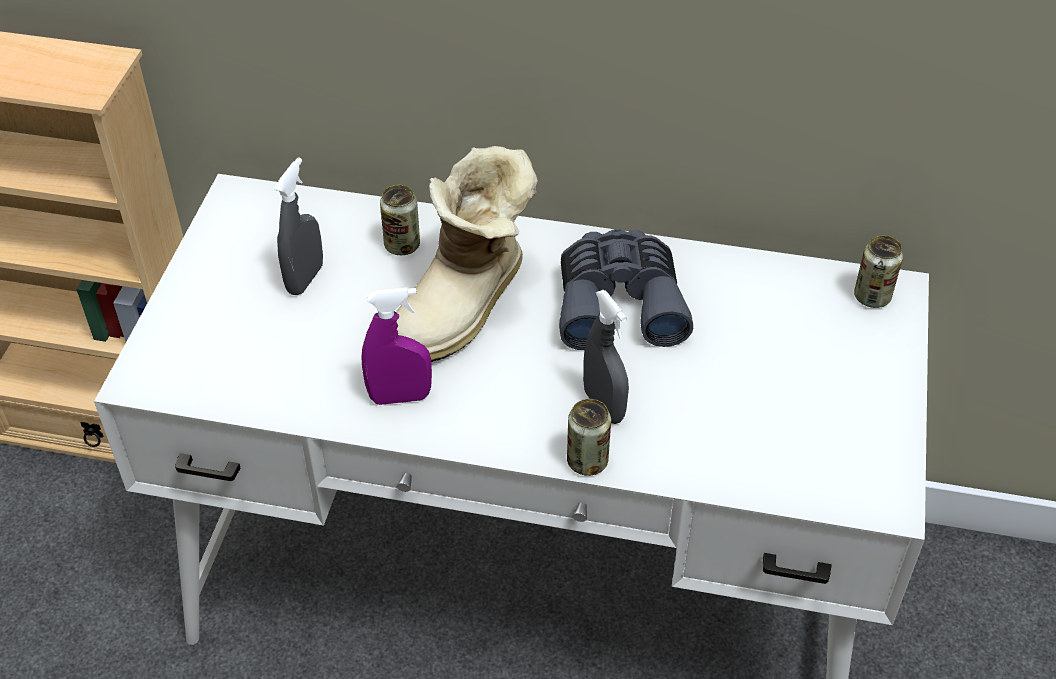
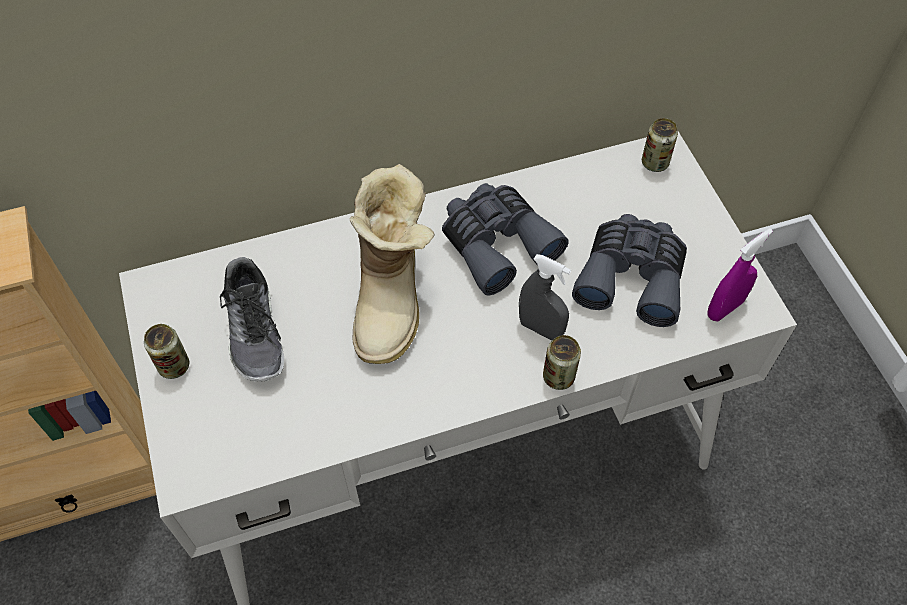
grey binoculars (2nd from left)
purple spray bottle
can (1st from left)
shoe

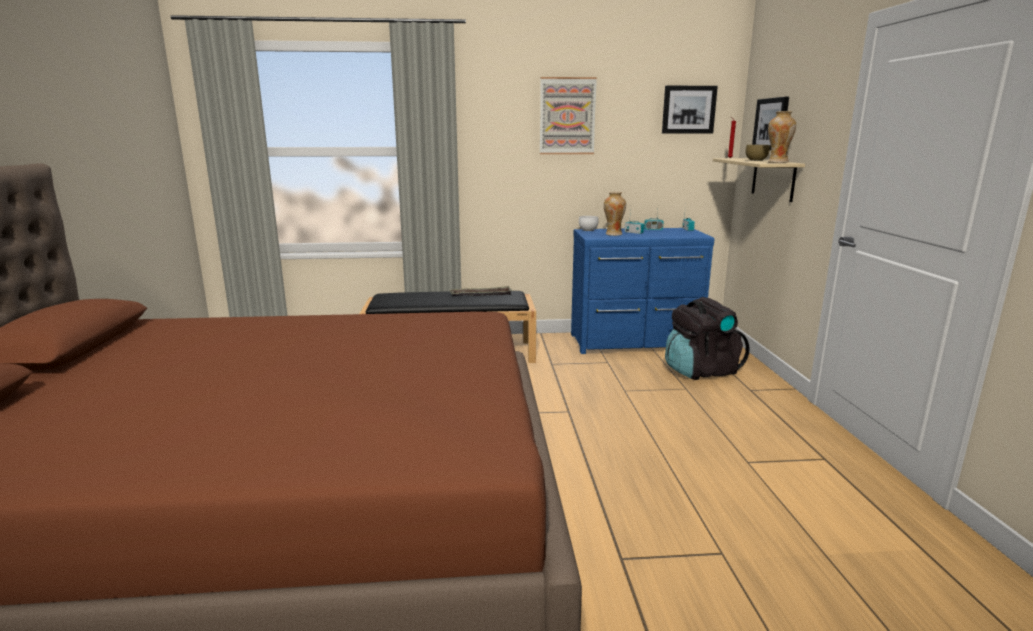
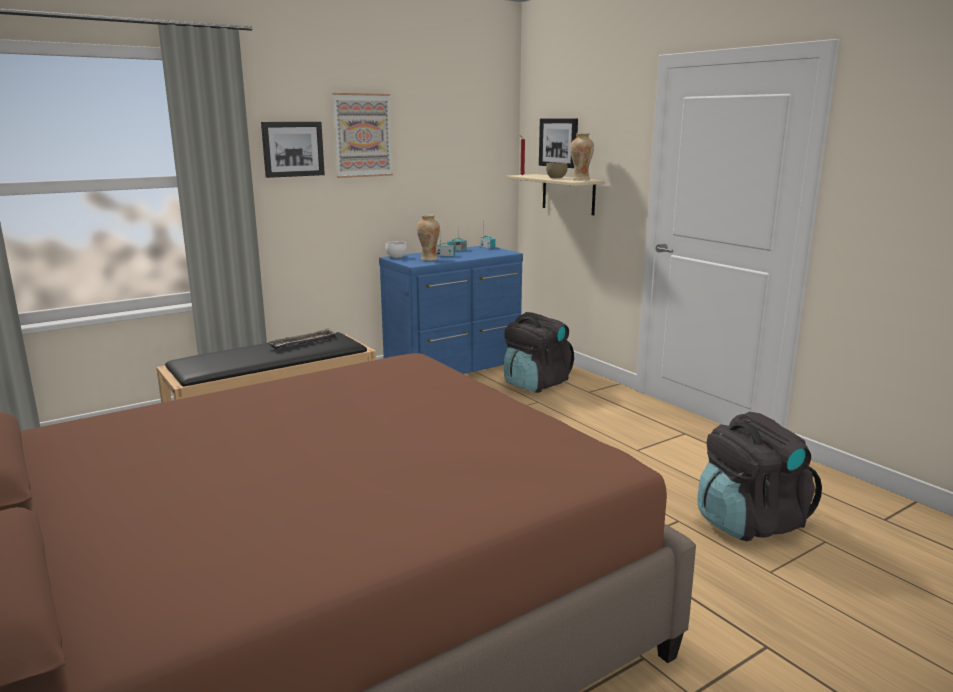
black backpack (2nd from left)
picture (1st from left)

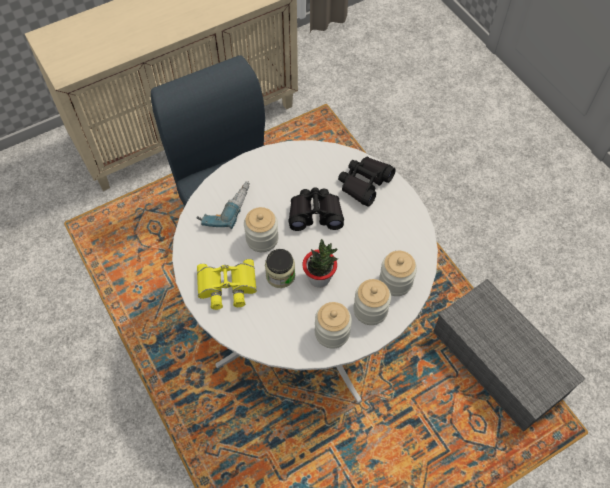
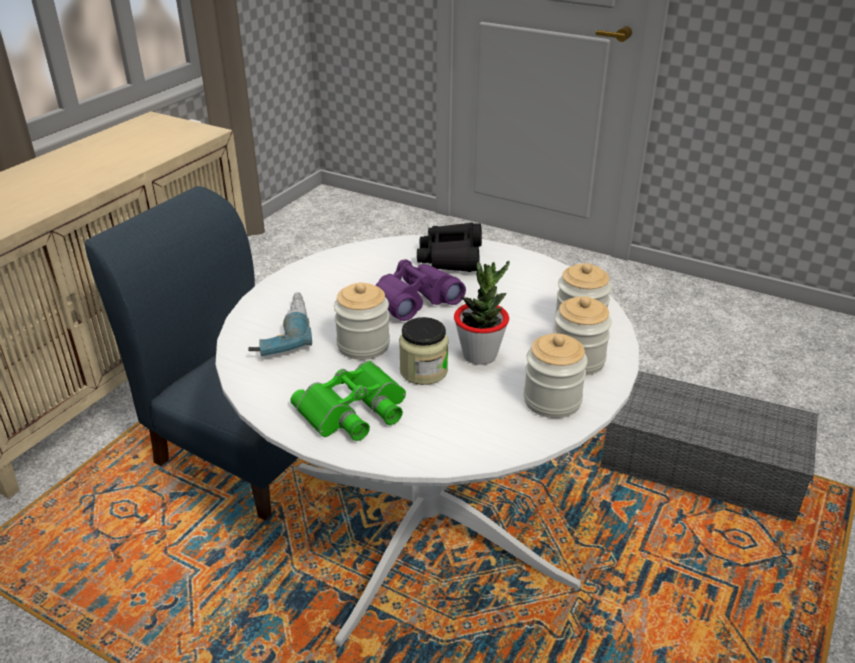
green binoculars
purple binoculars

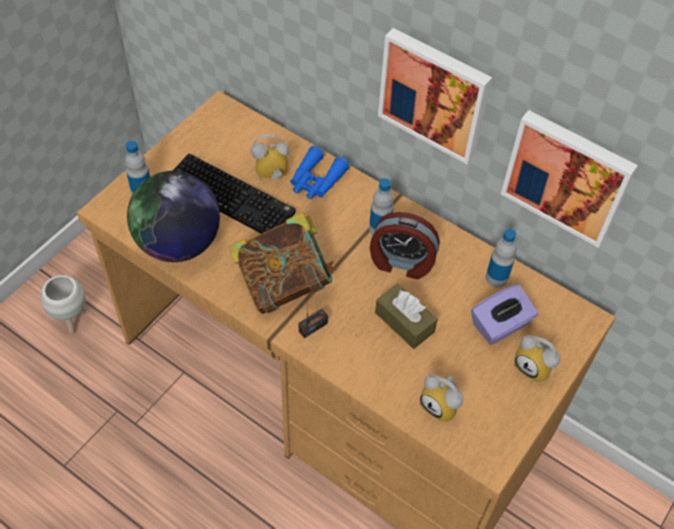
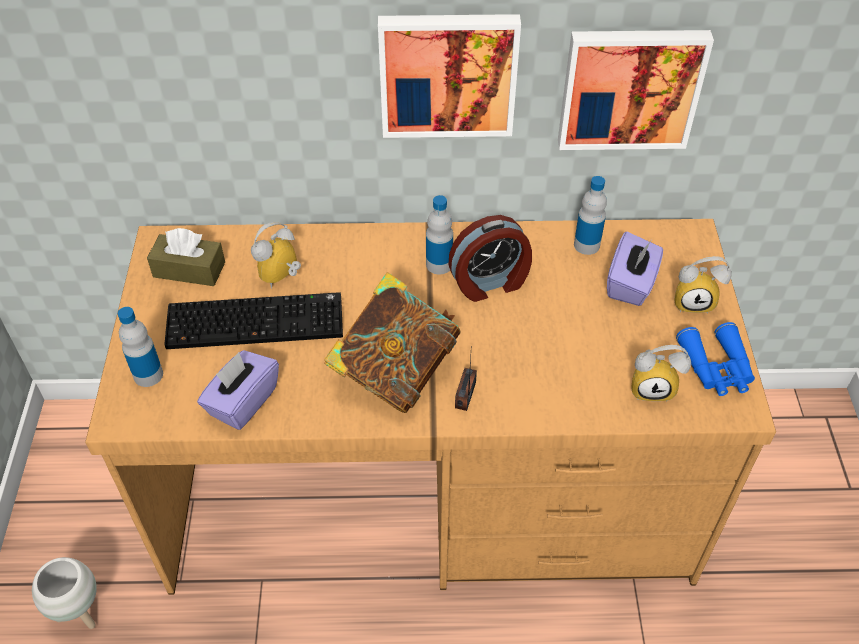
blue binoculars
brown tissue box
purple tissue box (1st from left)

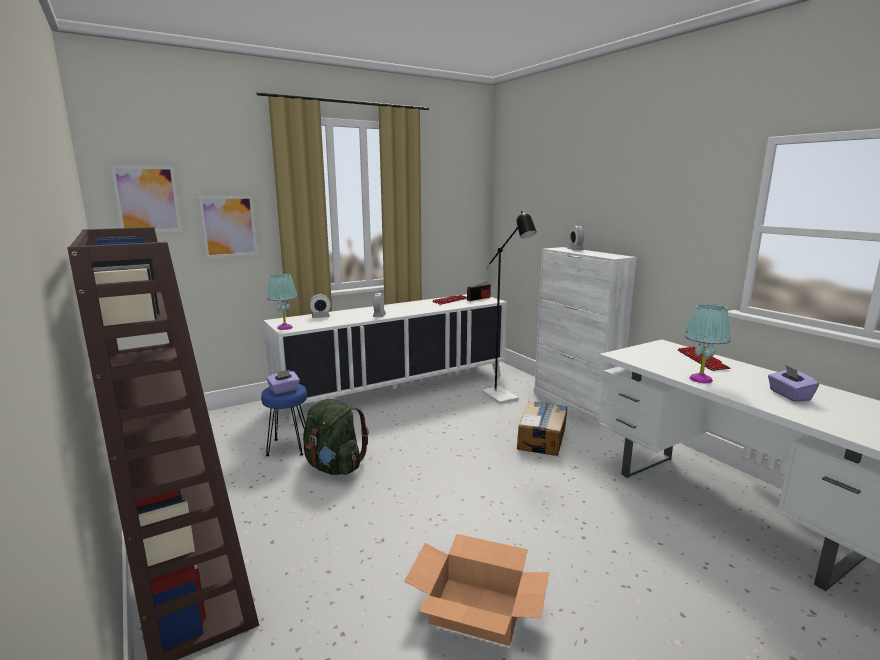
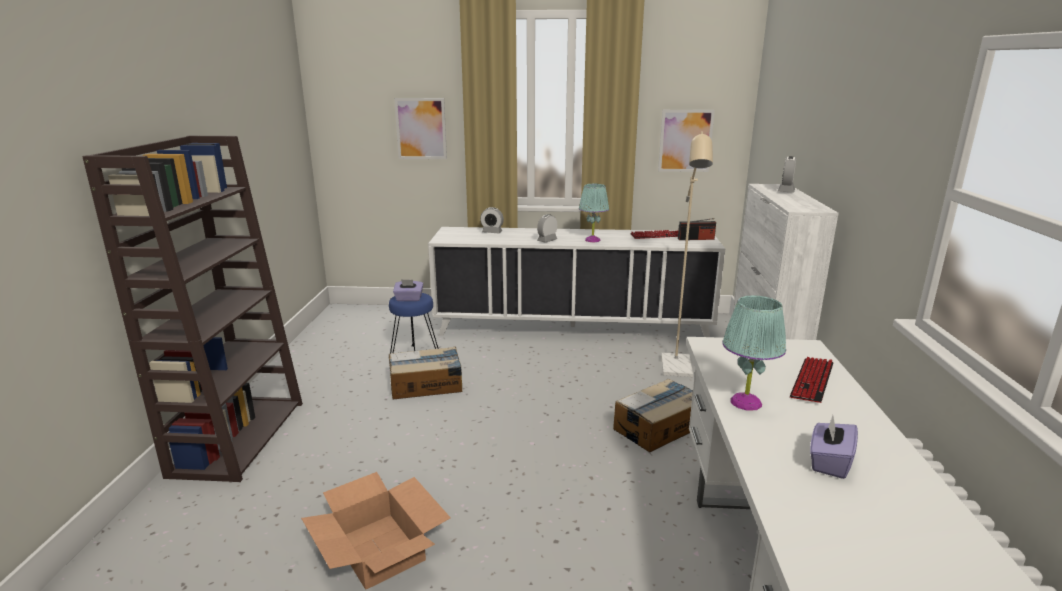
picture (2nd from left)
turquoise table lamp (1st from left)
cardboard box (2nd from left)
beige floor lamp

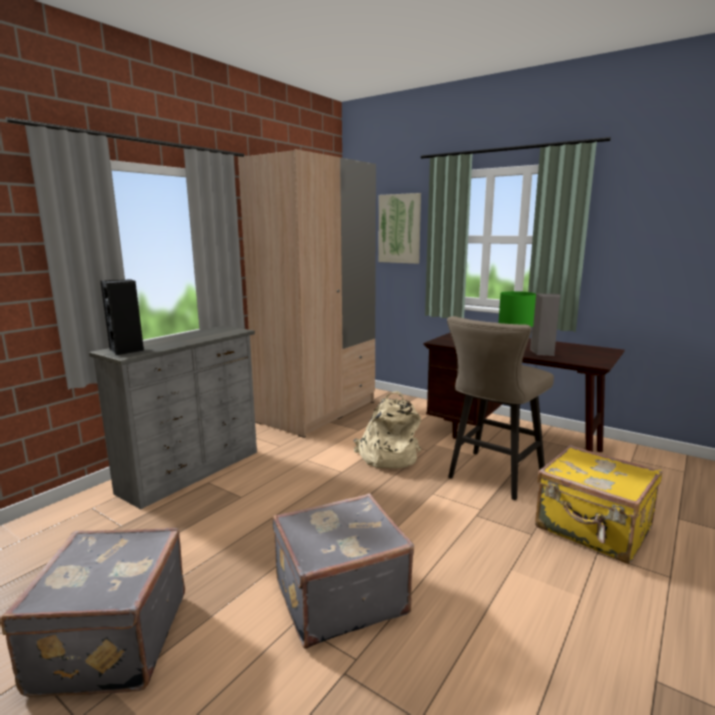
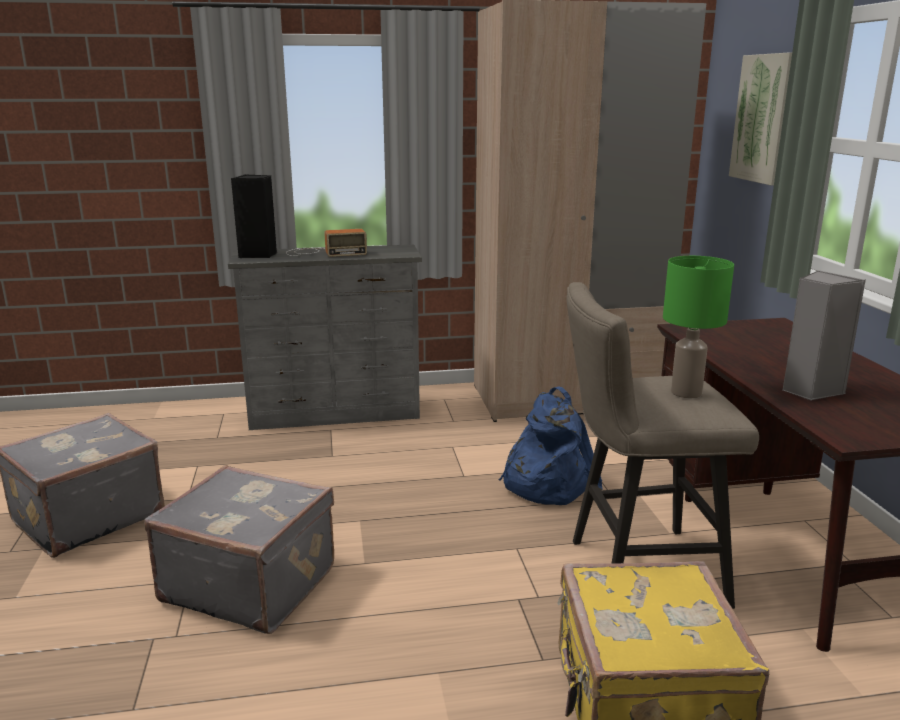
radio
blue backpack

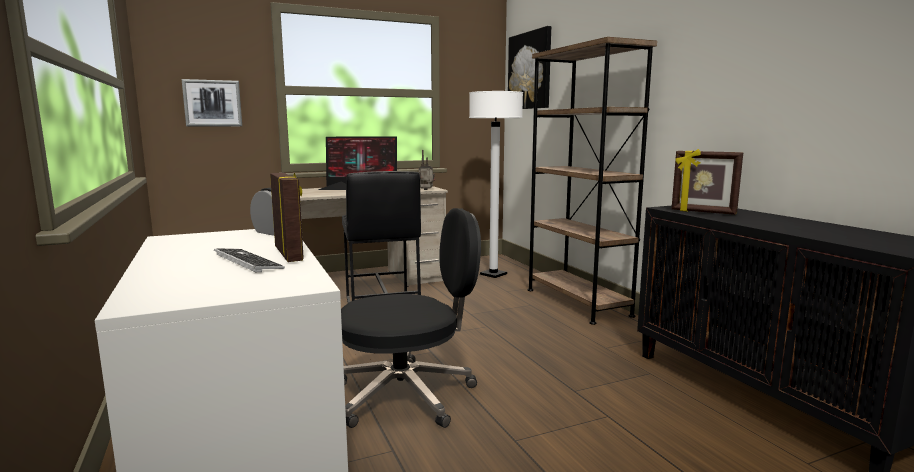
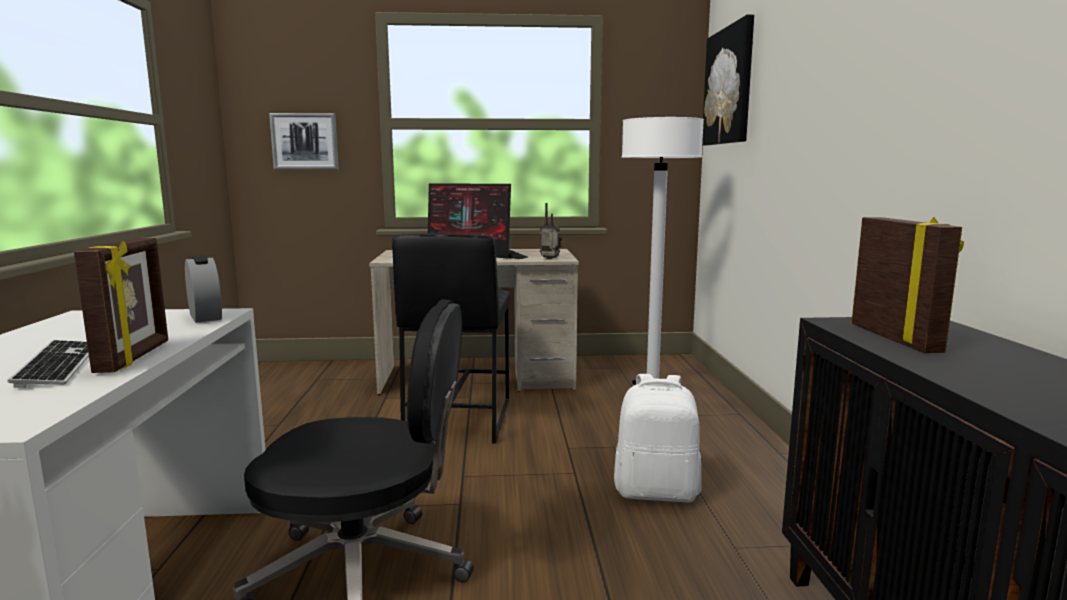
brown bookcase
white backpack
picture frame (2nd from left)

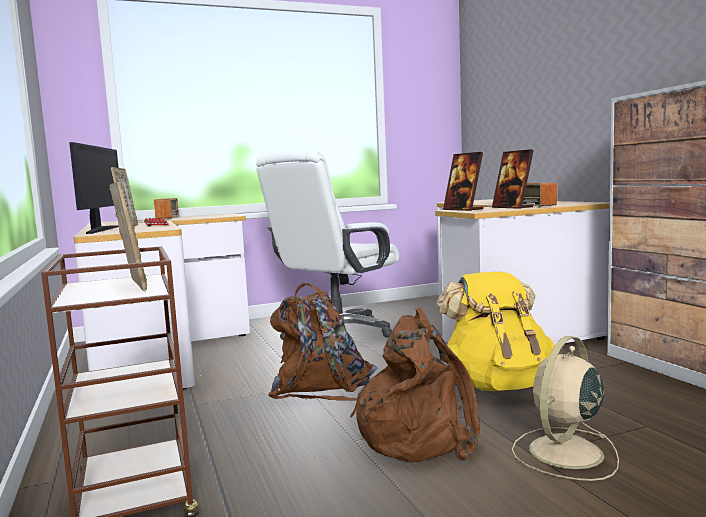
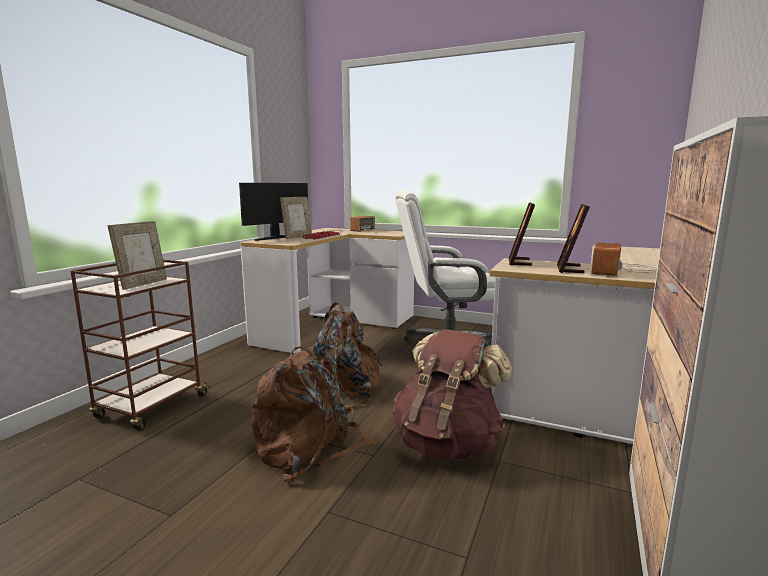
beige fan
brown backpack (3rd from left)

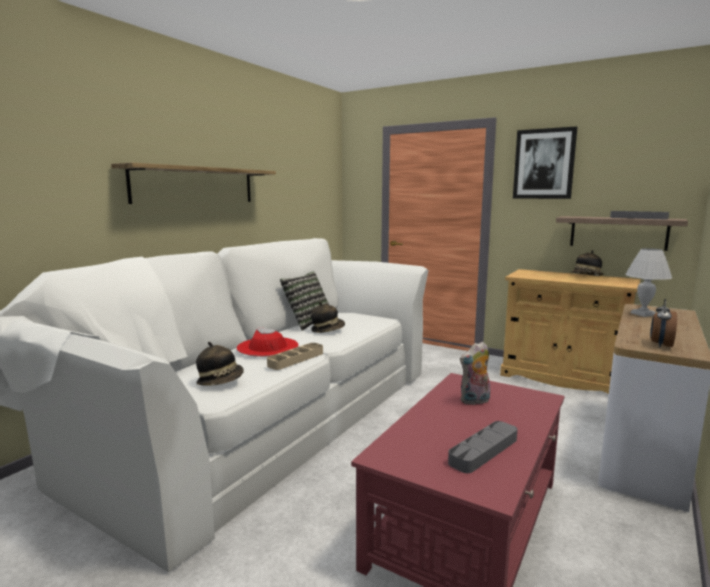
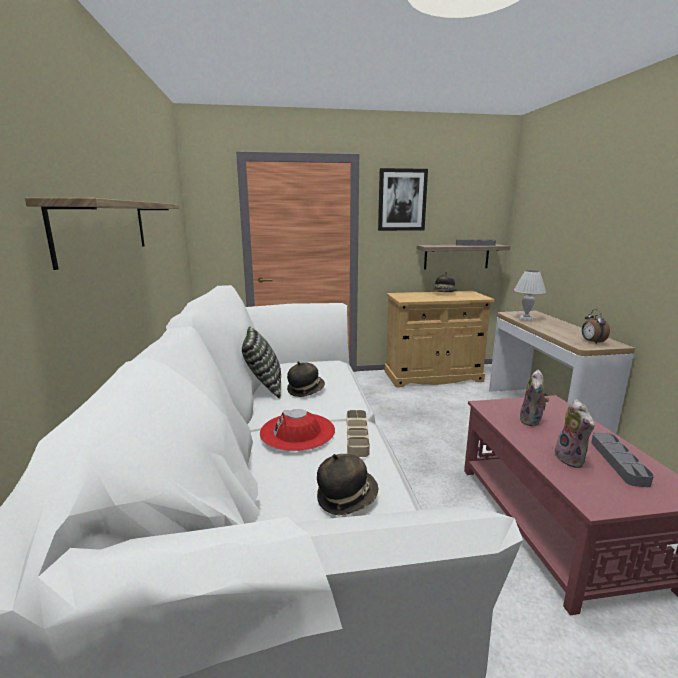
plush toy (2nd from left)

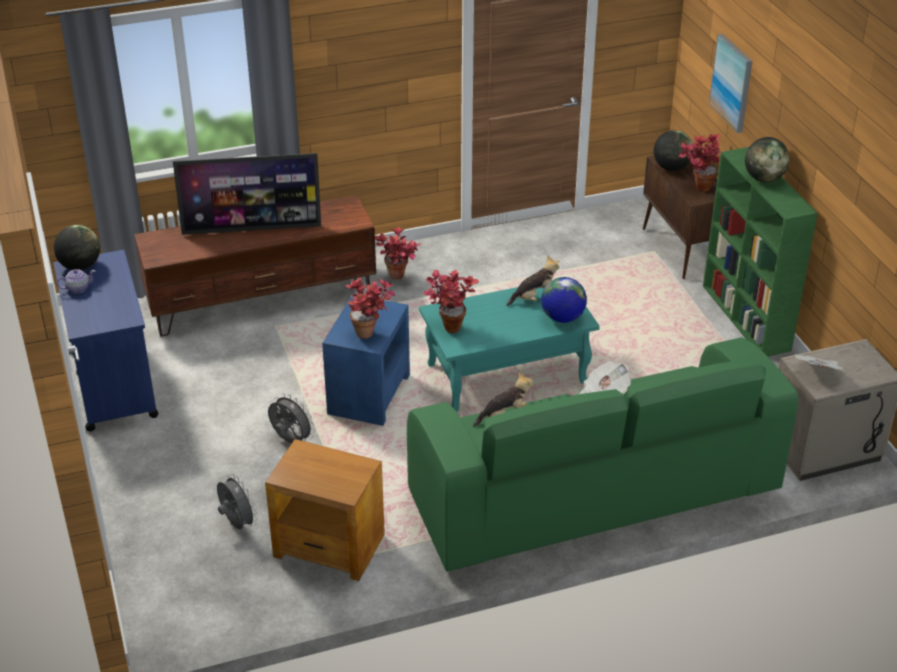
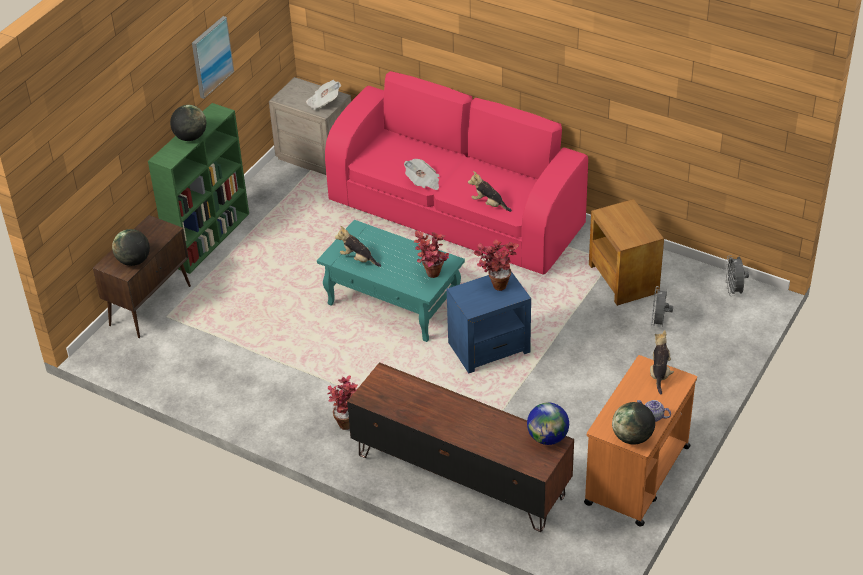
television
potted plant (4th from left in the first image)
plush toy (3rd from left)
grey fan (2nd from left)
globe (3rd from left)
picture
orange cart
pink sofa

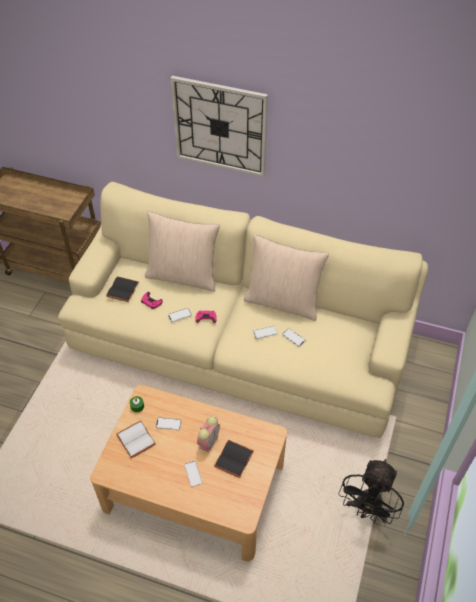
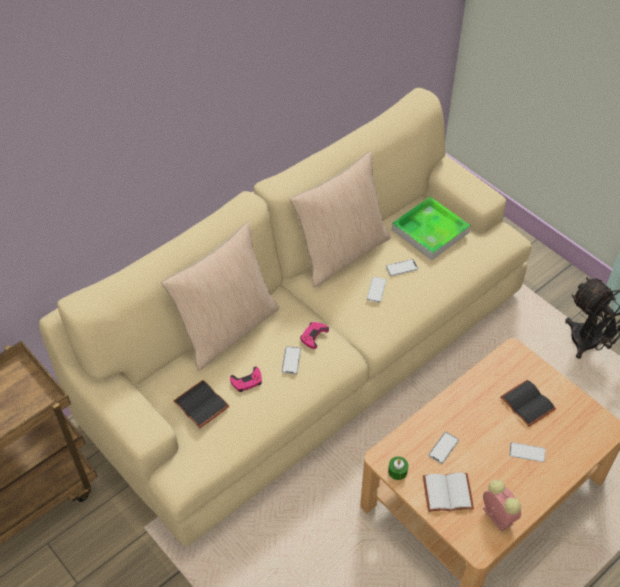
wall clock
tray
alarm clock

